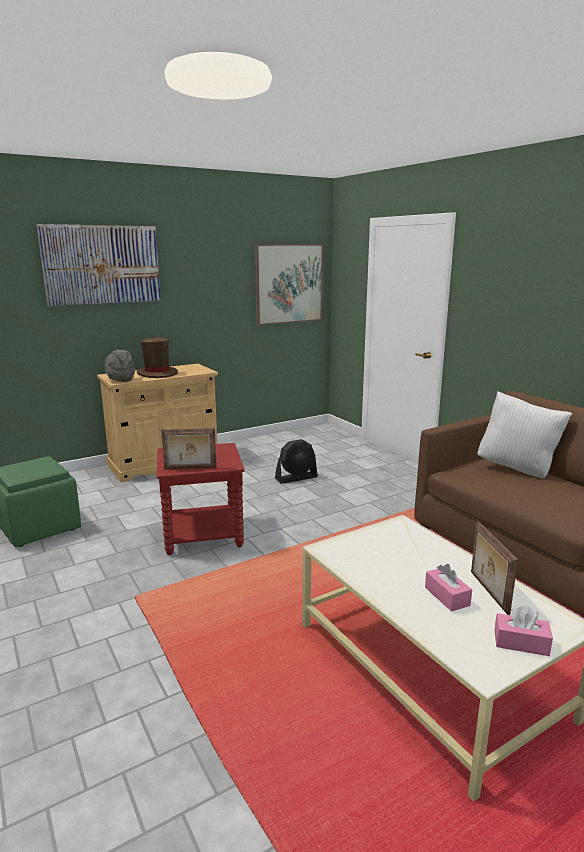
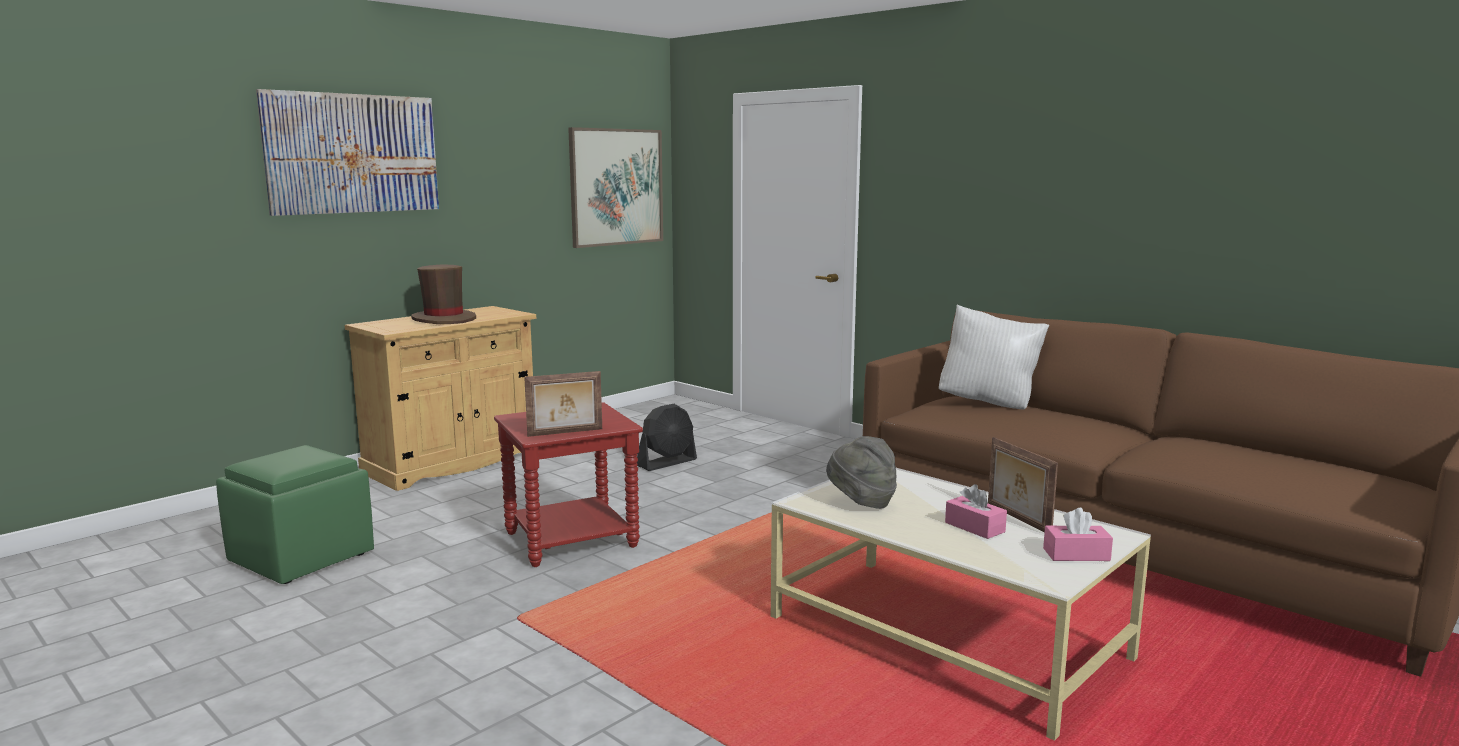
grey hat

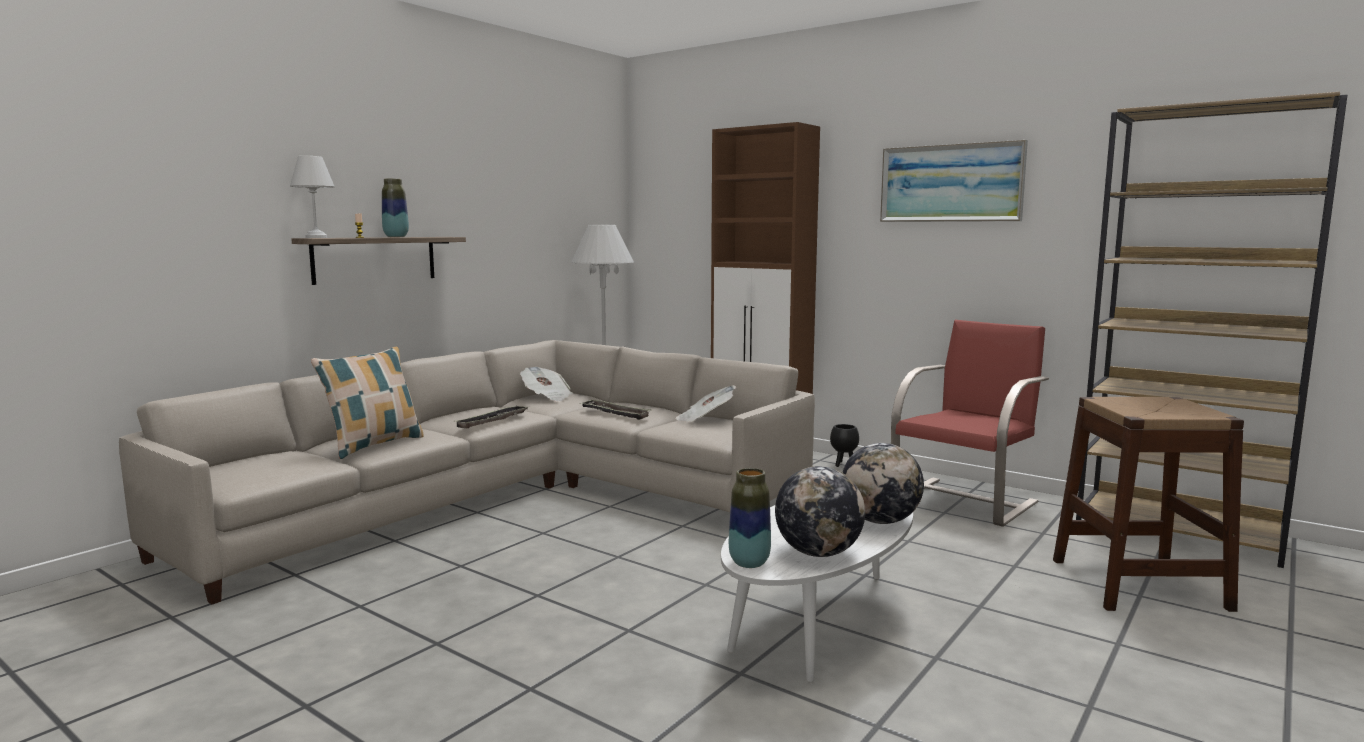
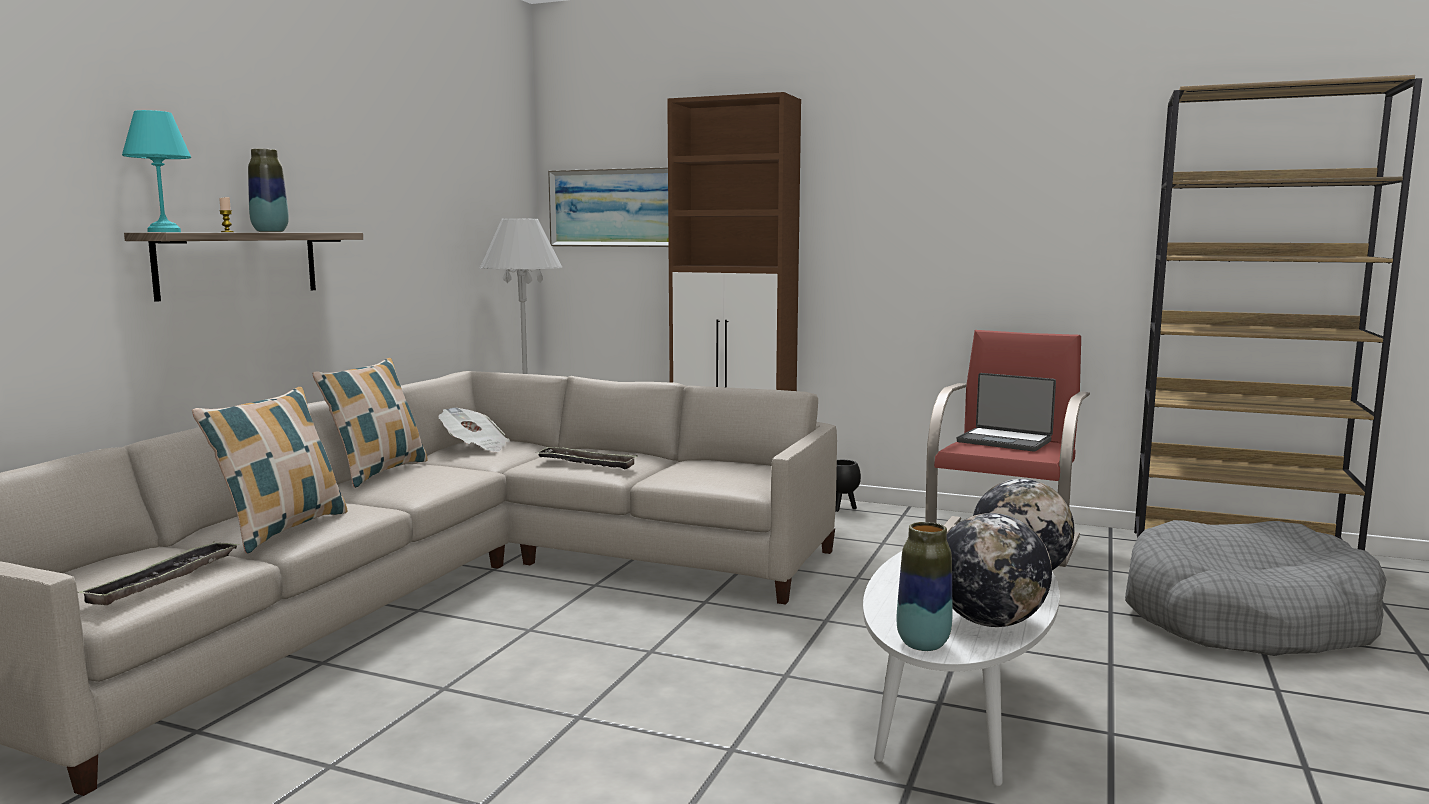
newspaper (2nd from left in the first image)
pillow (2nd from left)
laptop
tray (1st from left)
picture
grey dog bed
turquoise table lamp

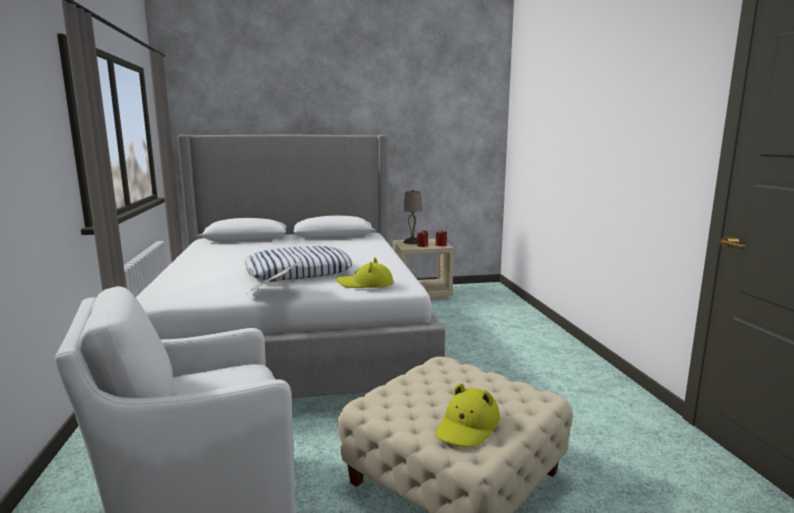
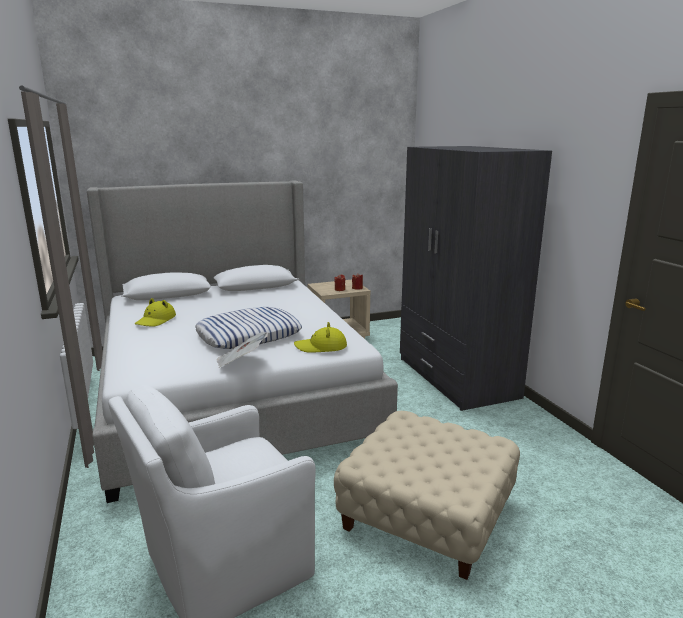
beige table lamp
grey wardrobe
yellow hat (1st from left)

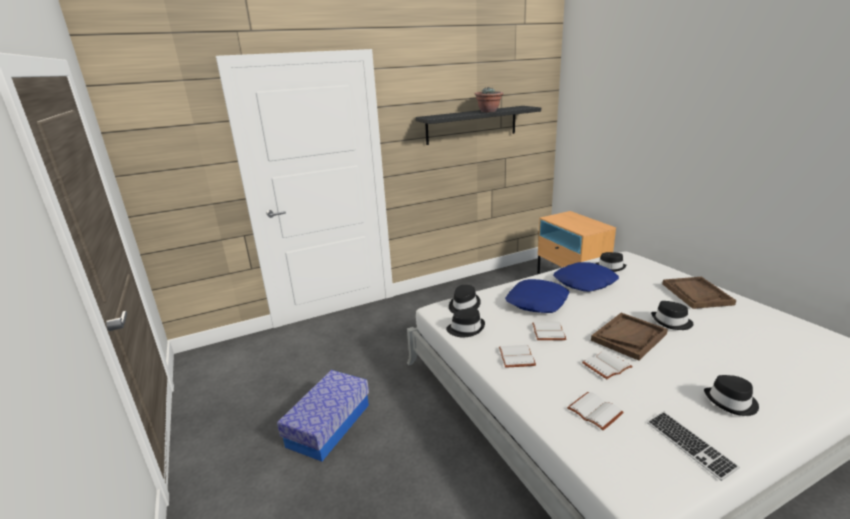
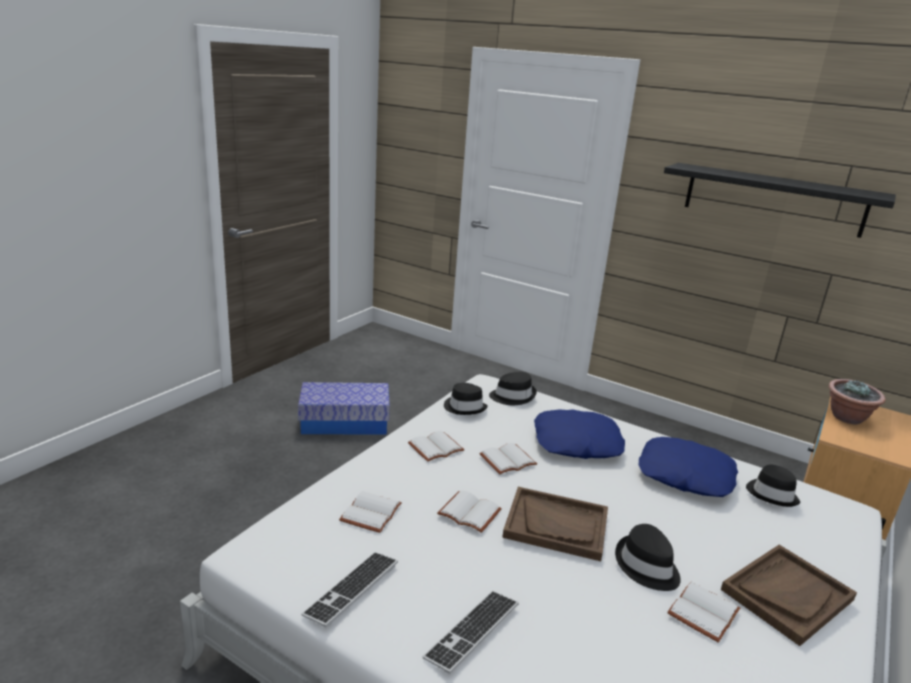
white book (5th from left)
potted plant
keyboard (2nd from left)

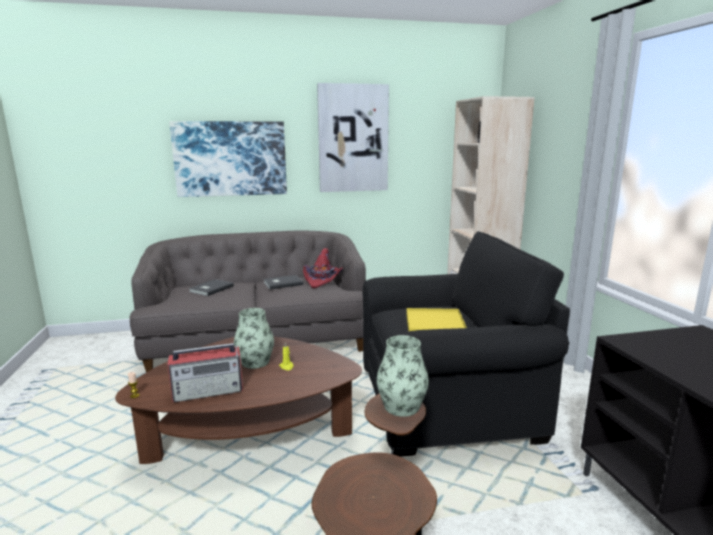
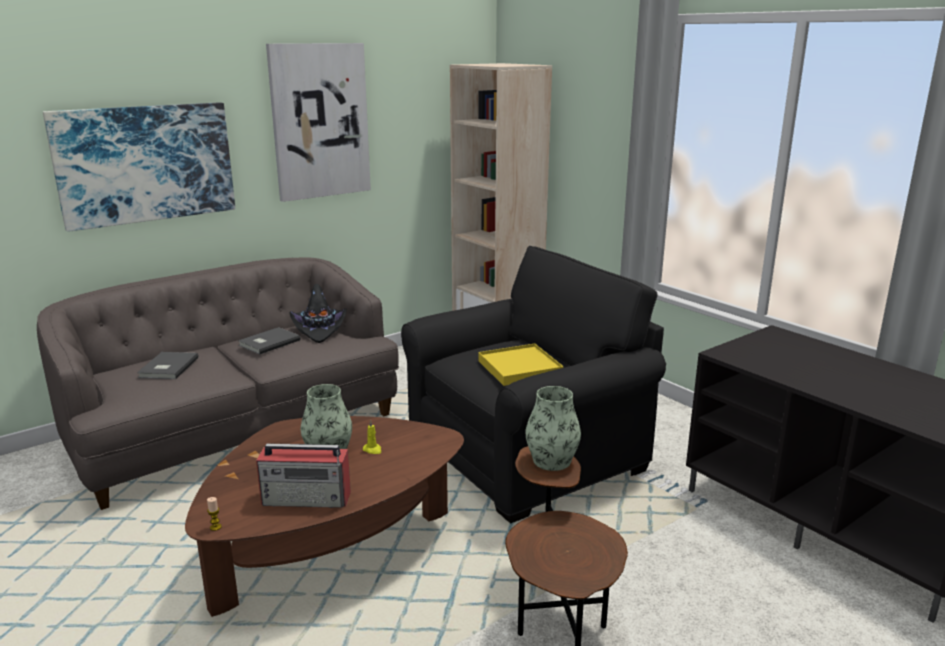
black hat
radio

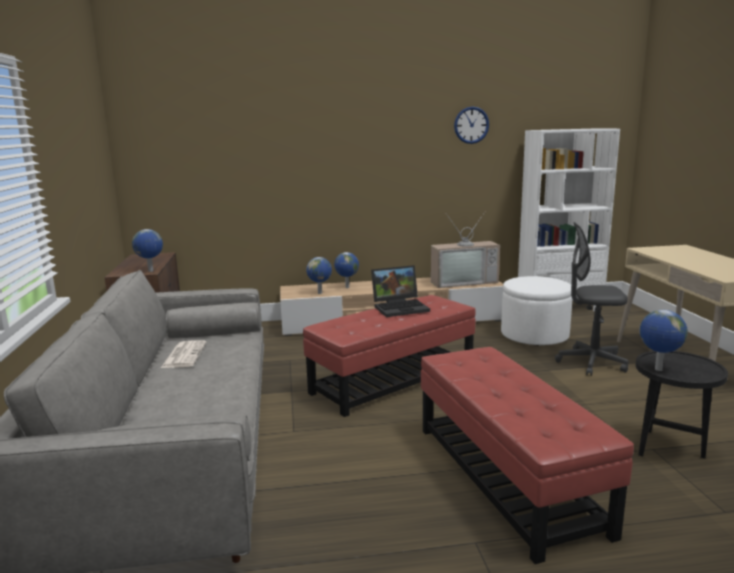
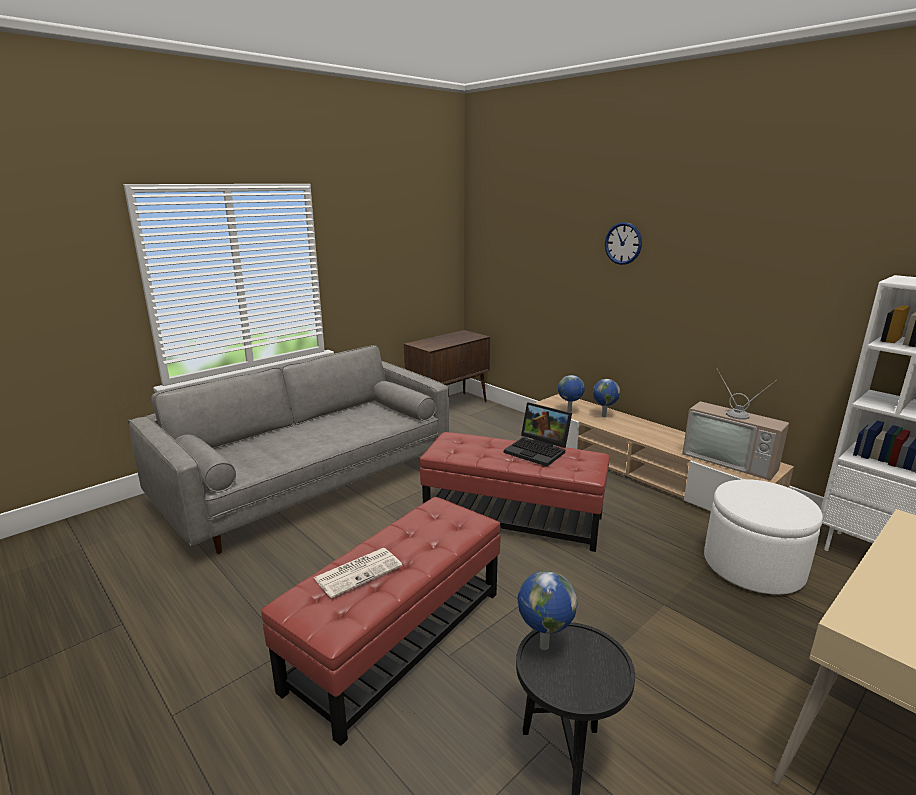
globe (1st from left in the first image)
grey office chair
newspaper
wall clock

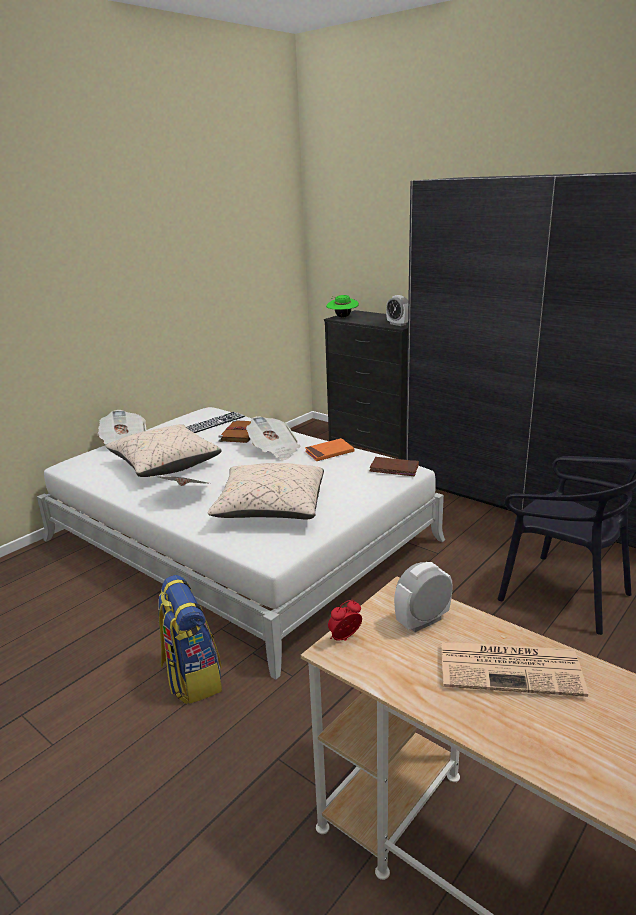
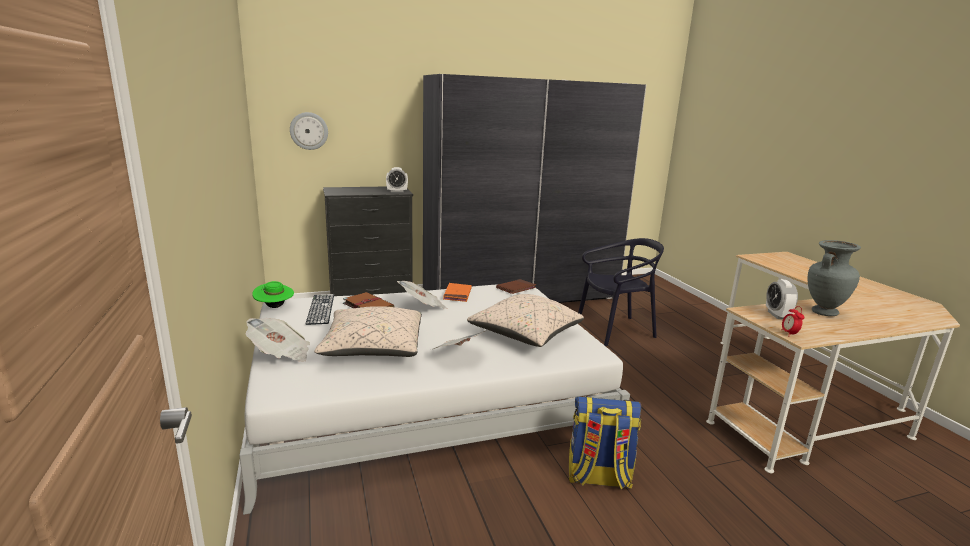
wall clock
green hat
grey vase

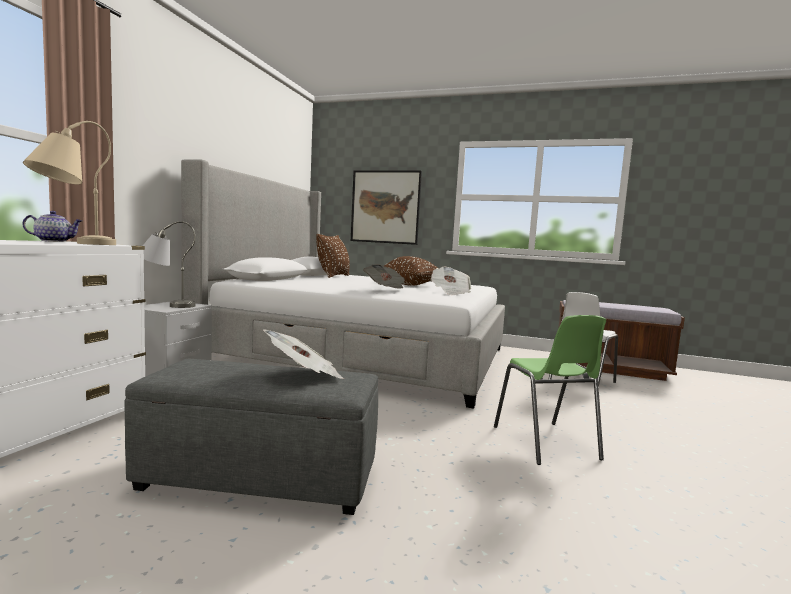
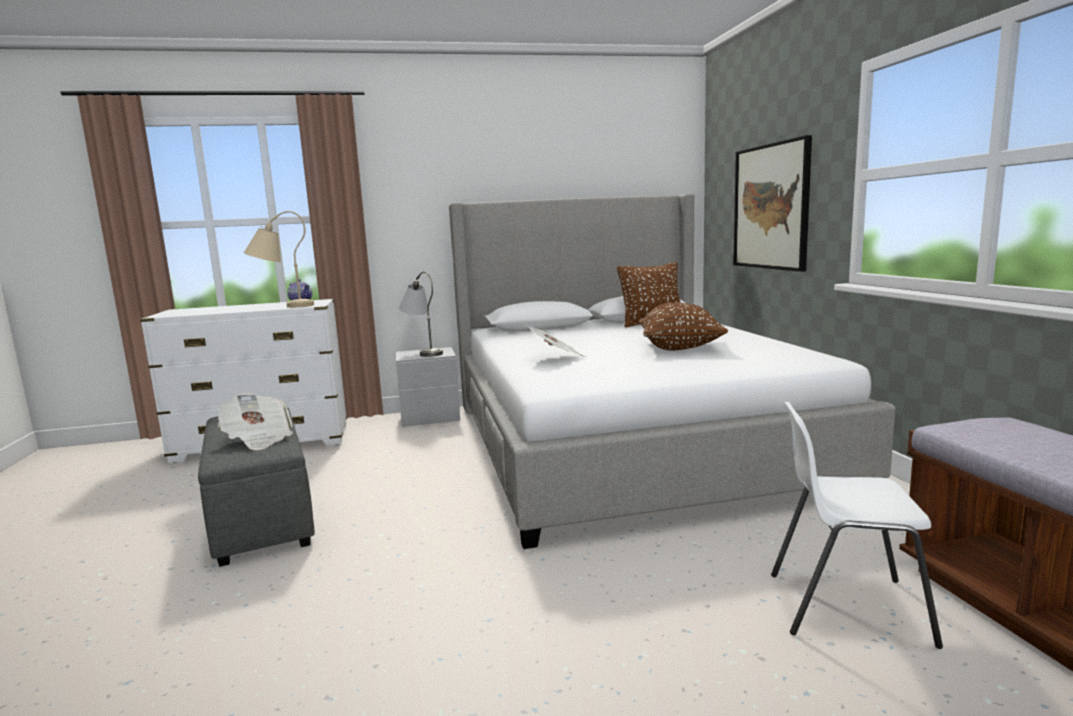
newspaper (3rd from left in the first image)
green chair

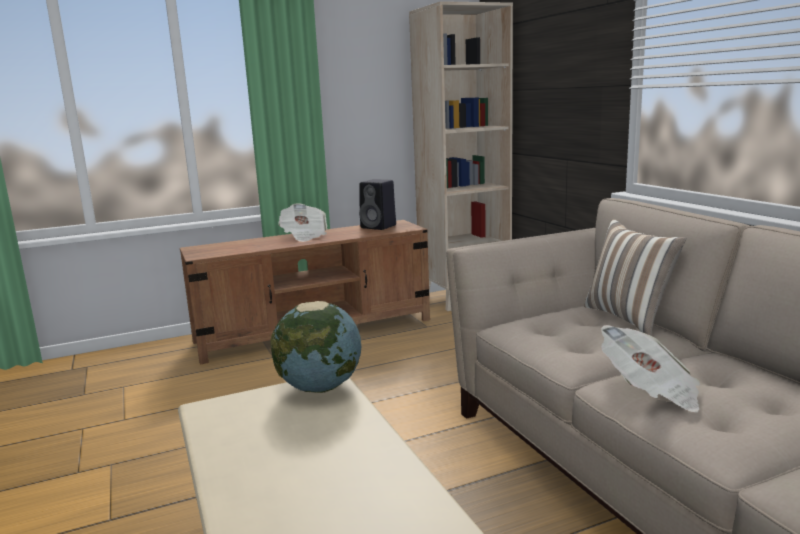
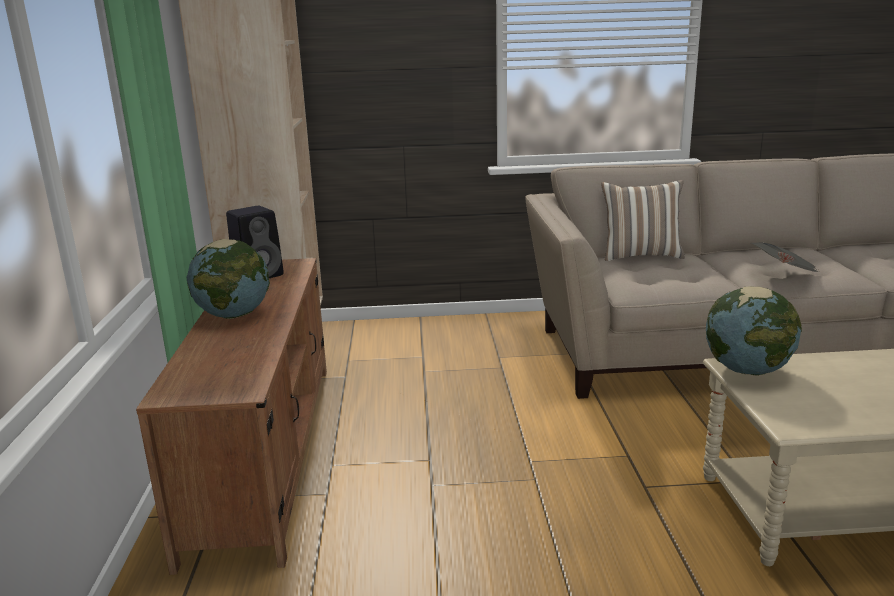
globe (1st from left)

